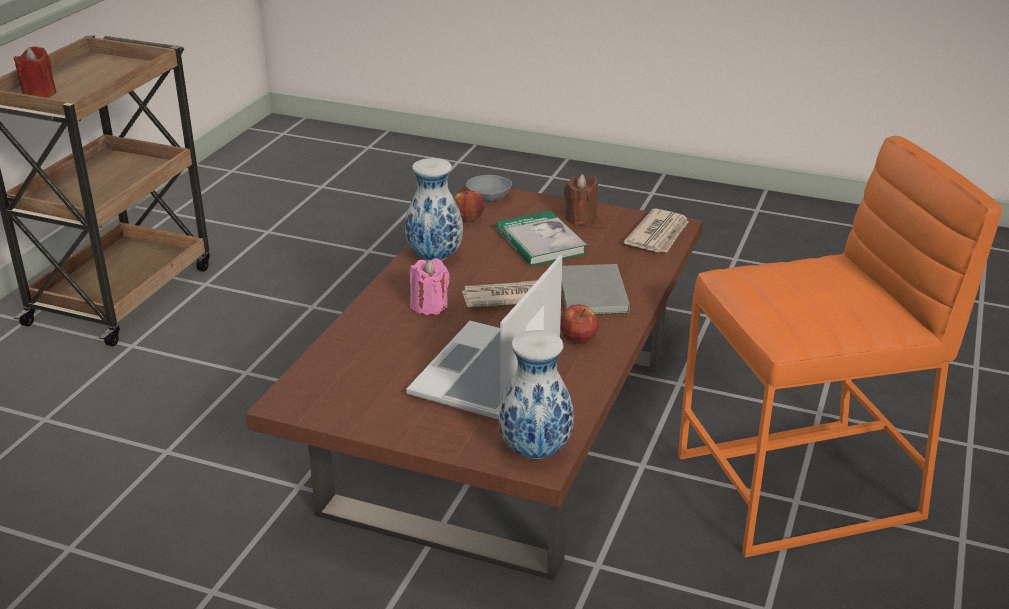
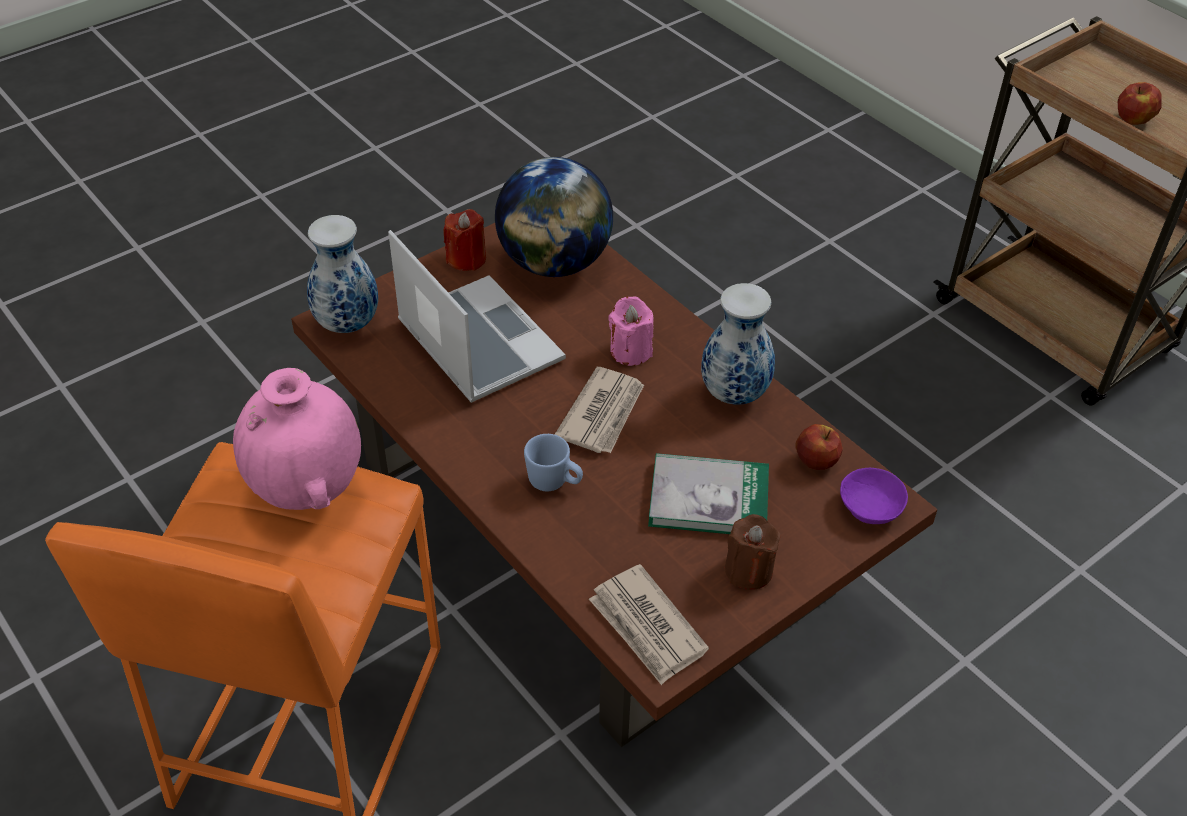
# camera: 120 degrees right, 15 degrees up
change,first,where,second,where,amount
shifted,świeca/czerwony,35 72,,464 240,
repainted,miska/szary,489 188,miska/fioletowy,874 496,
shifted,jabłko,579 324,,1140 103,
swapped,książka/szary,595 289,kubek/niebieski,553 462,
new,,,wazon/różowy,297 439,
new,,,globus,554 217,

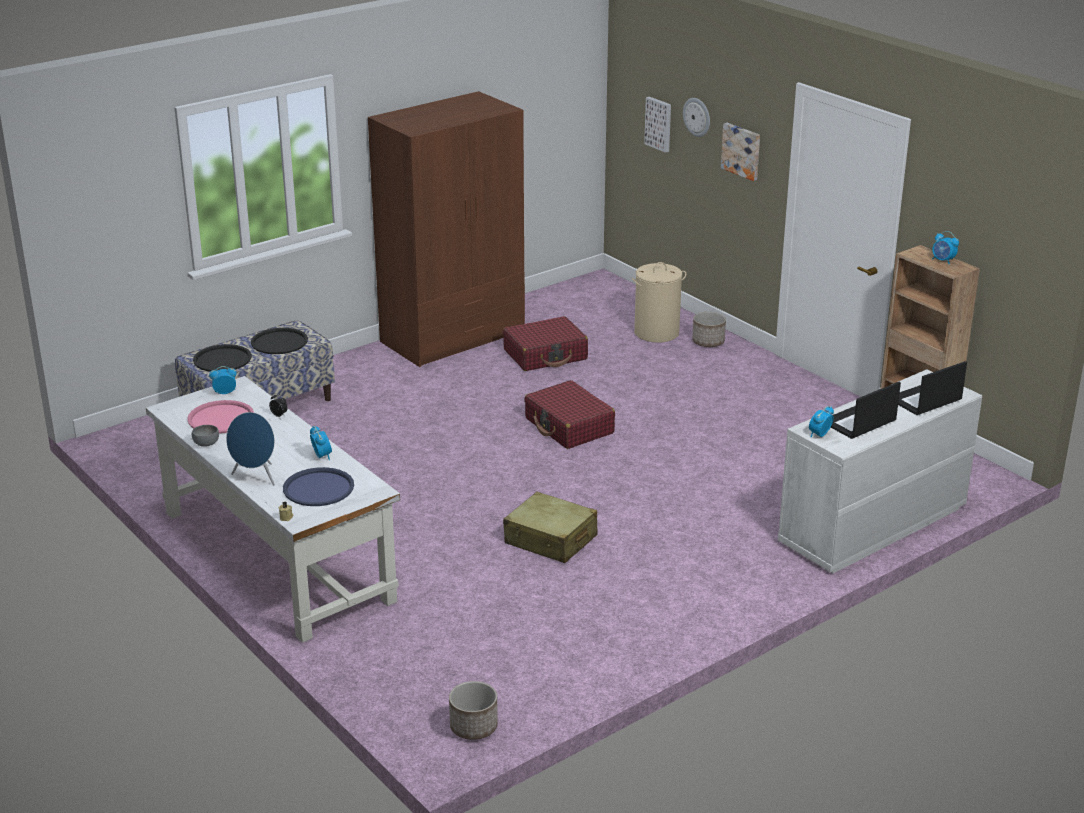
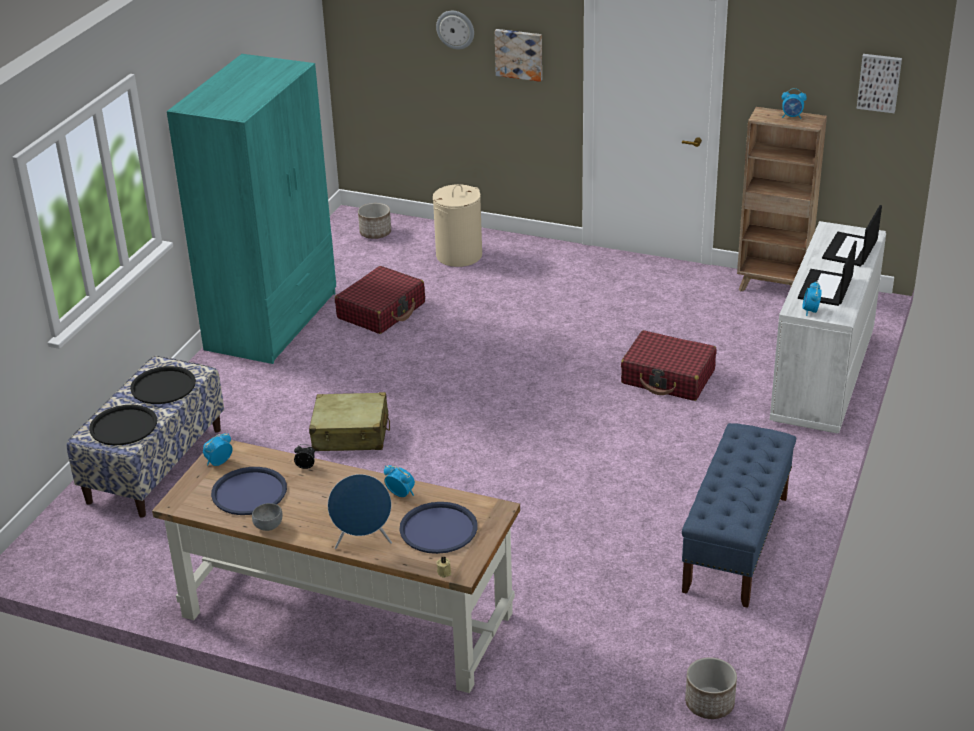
# camera: 30 degrees left, 5 degrees up
change,first,where,second,where,amount
repainted,biurko/biały,273 509,biurko/brązowy,336 566,
repainted,taca/różowy,220 417,taca/niebieski,249 491,
repainted,szafa/brązowy,446 229,szafa/turkusowy,251 209,
shifted,walizka/beżowy,550 527,,349 421,
shifted,walizka/czerwony,569 414,,668 365,
shifted,obraz,657 125,,879 83,
shifted,donica,709 329,,374 221,
new,,,ławka/niebieski,739 515,

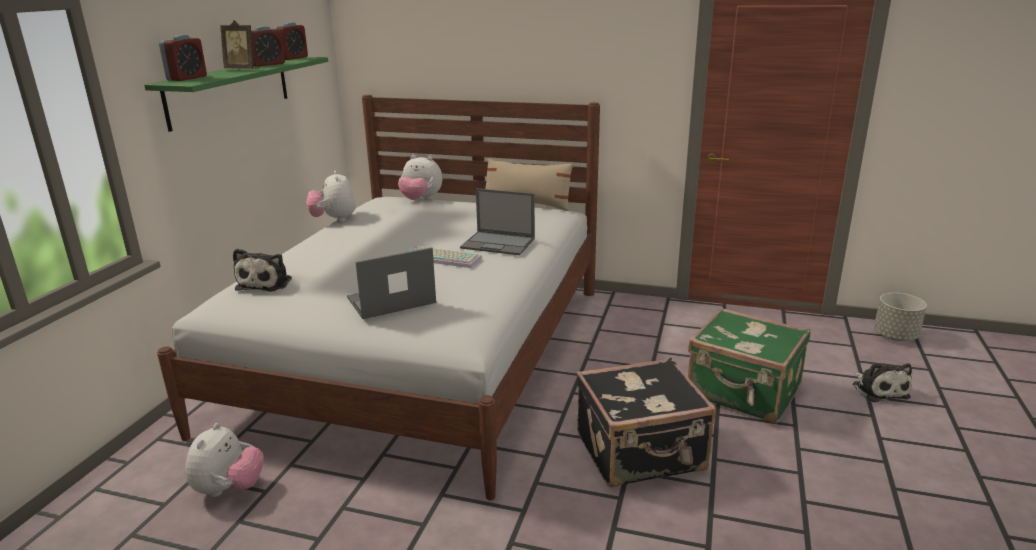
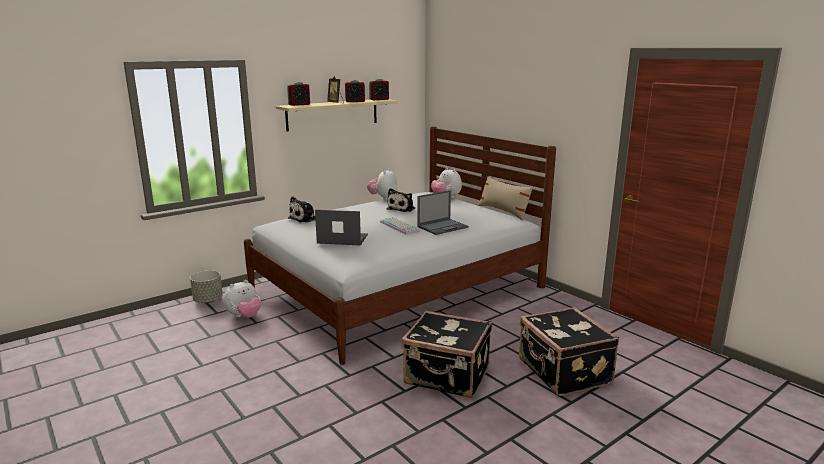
# camera: 35 degrees right, 5 degrees down
change,first,where,second,where,amount
repainted,półka/zielony,236 94,półka/beżowy,337 115,
rotated,laptop,497 221,,443 212,90 degrees counterclockwise
repainted,walizka/zielony,749 365,walizka/czarny,569 351,
shifted,pluszak,882 382,,401 200,
shifted,donica/szary,900 317,,206 286,

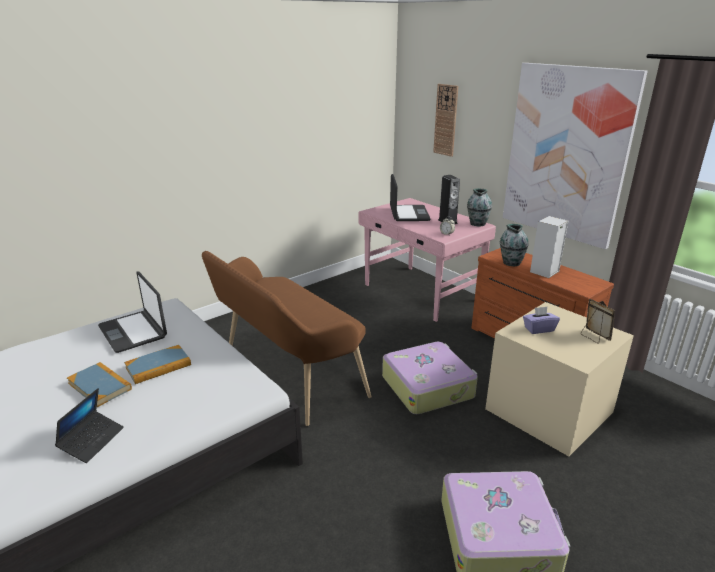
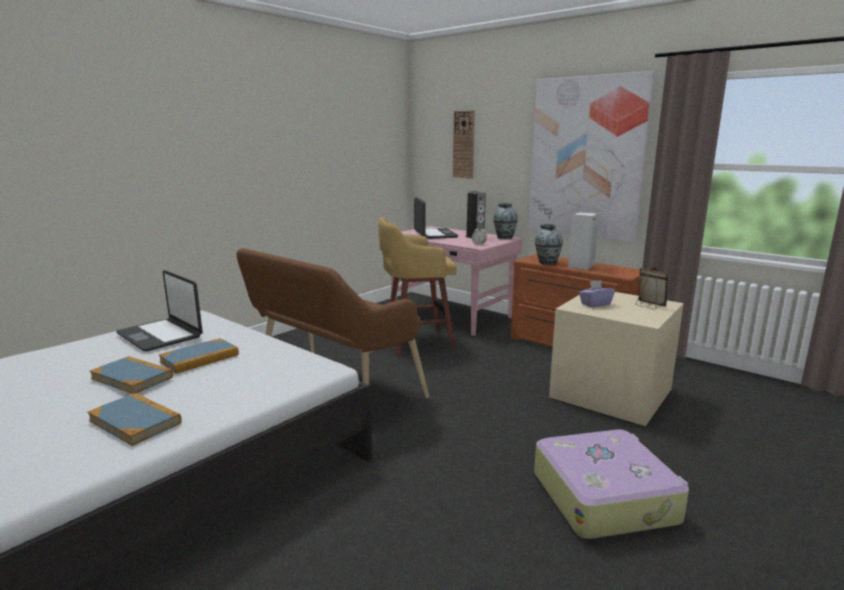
# camera: 10 degrees left, 10 degrees down
change,first,where,second,where,amount
swapped,laptop,89 425,książka,134 419,
gone,walizka,430 378,,,
new,,,stołek/żółty,417 286,

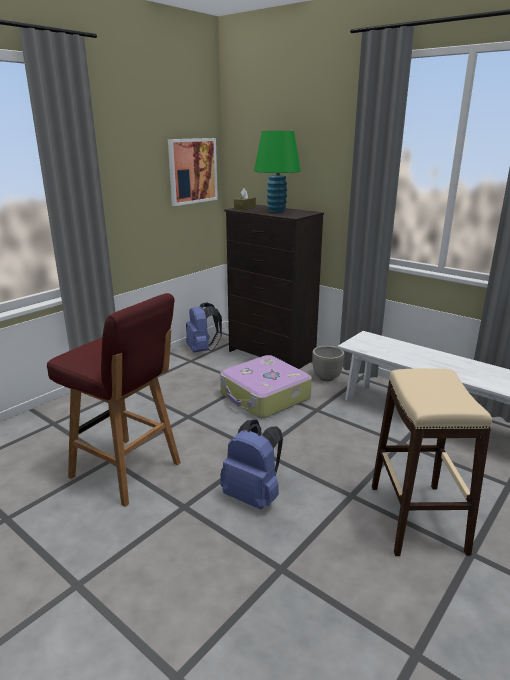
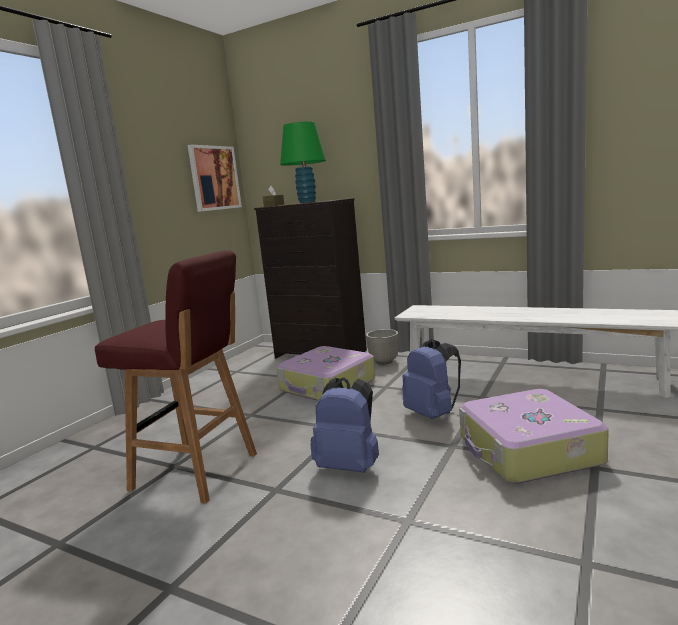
# camera: 10 degrees left, 10 degrees down
change,first,where,second,where,amount
shifted,plecak/niebieski,204 327,,431 379,
swapped,stołek/beżowy,432 462,walizka,534 436,

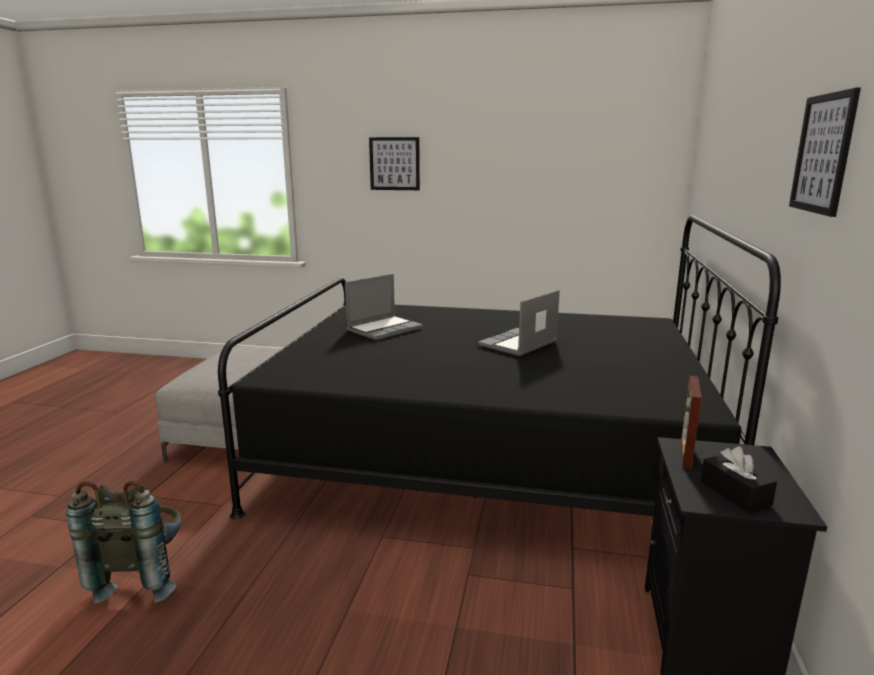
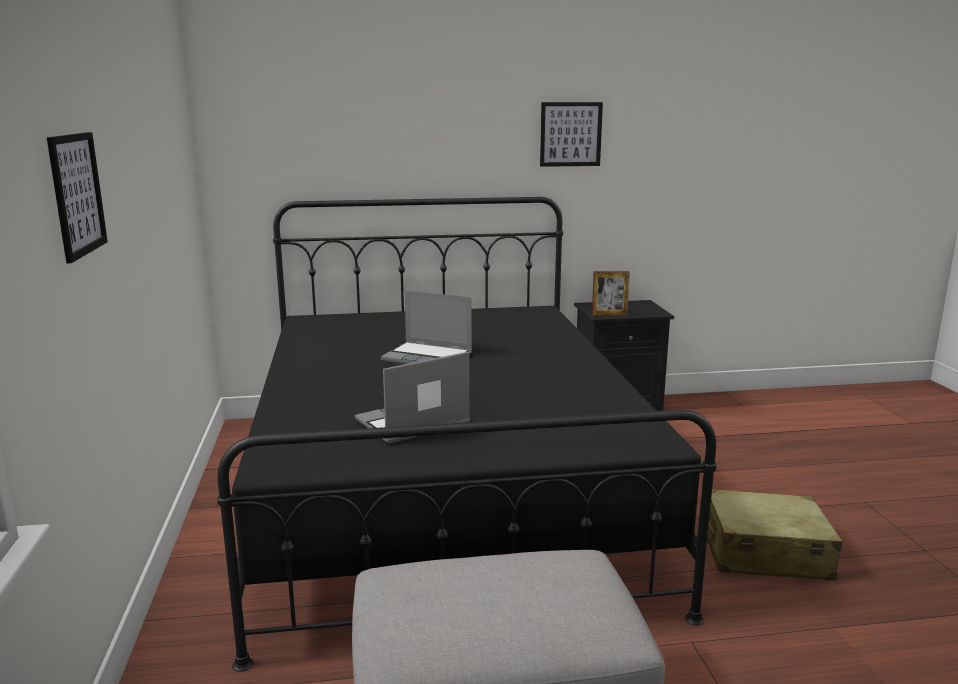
# camera: 110 degrees left, 0 degrees up
change,first,where,second,where,amount
gone,plecak/szary,123 542,,,
rotated,laptop,384 307,,412 398,60 degrees counterclockwise
gone,pudełko chusteczek/czarny,738 479,,,
new,,,walizka/beżowy,774 535,

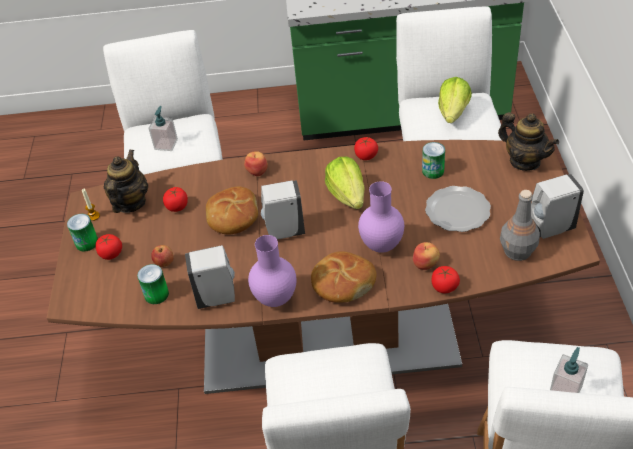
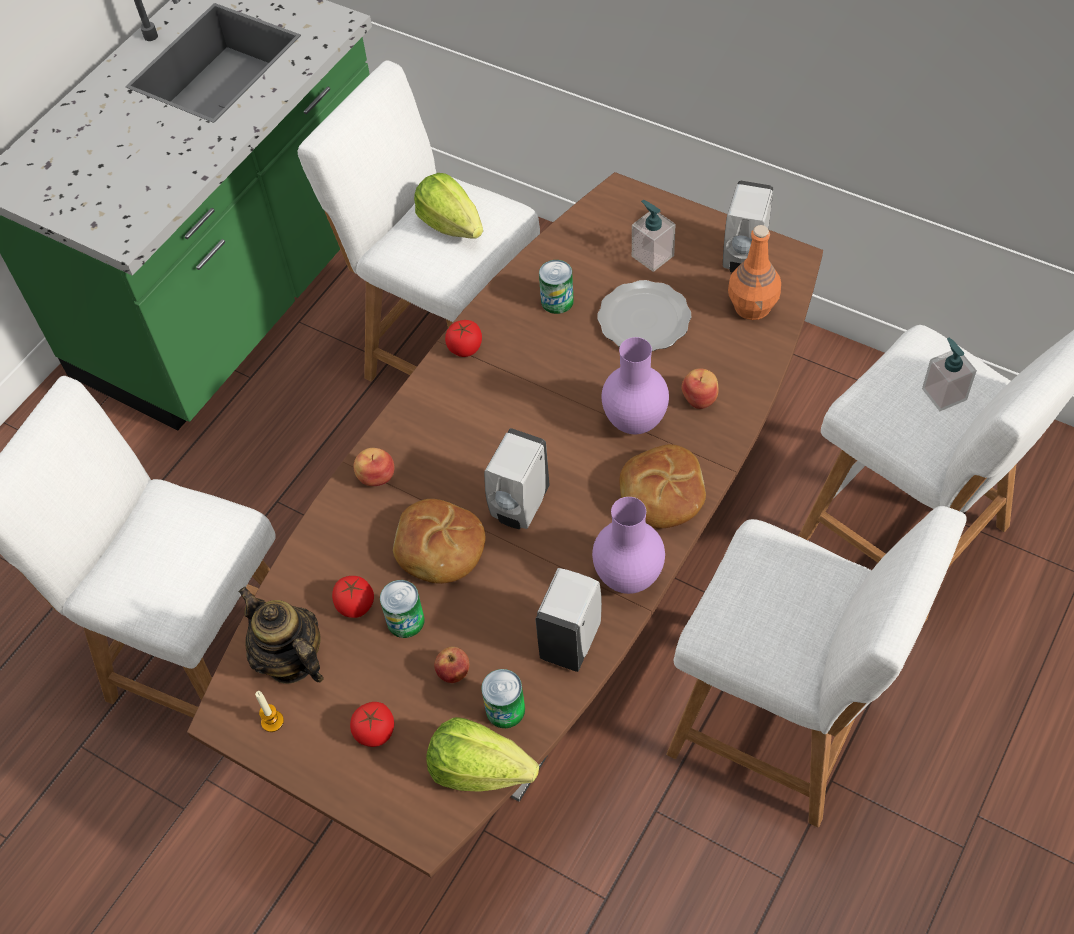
# camera: 55 degrees left, 10 degrees up
change,first,where,second,where,amount
shifted,puszka,82 233,,402 609,
shifted,dozownik mydła,163 128,,654 236,
shifted,sałata,344 182,,482 754,
gone,pomidor,445 279,,,
gone,imbryk,528 141,,,
repainted,butelka/szary,520 225,butelka/pomarańczowy,754 272,

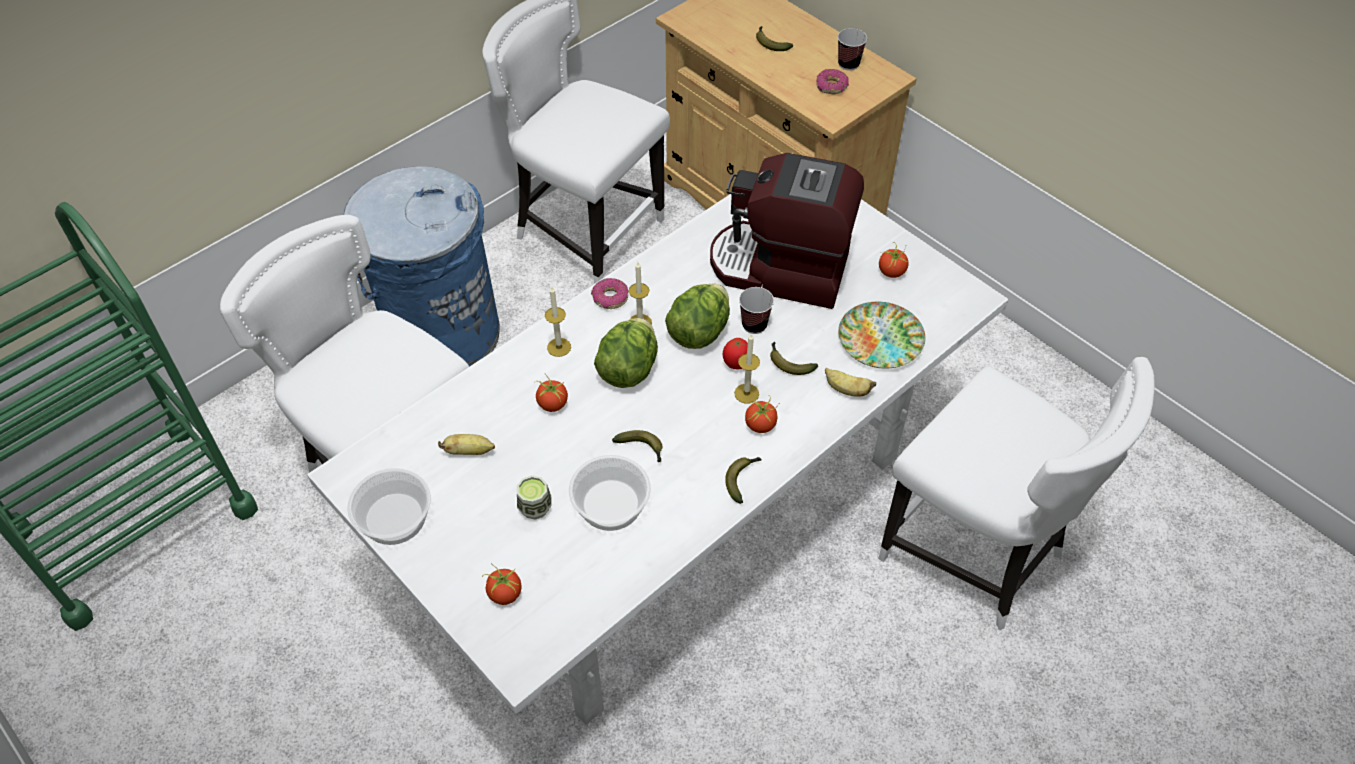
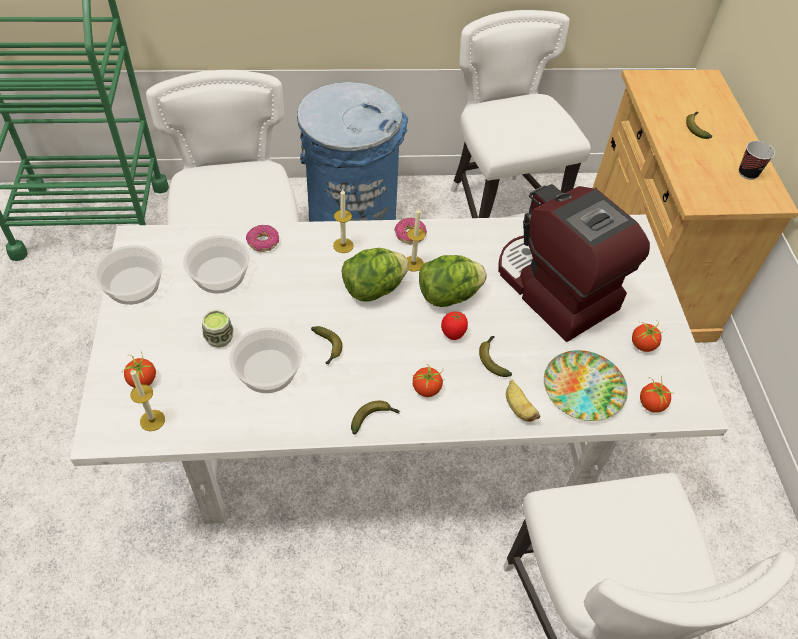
# camera: 35 degrees right, 0 degrees up
change,first,where,second,where,amount
swapped,banan,466 444,miska,216 265,
shifted,pomidor,551 393,,655 394,
shifted,świeca,747 369,,147 400,
gone,filiżanka,756 310,,,
shifted,donut,832 81,,262 238,

